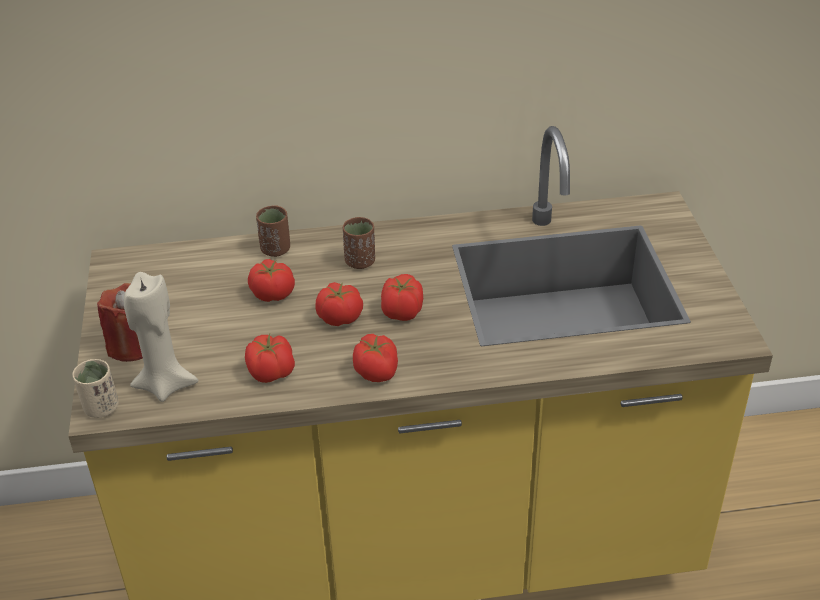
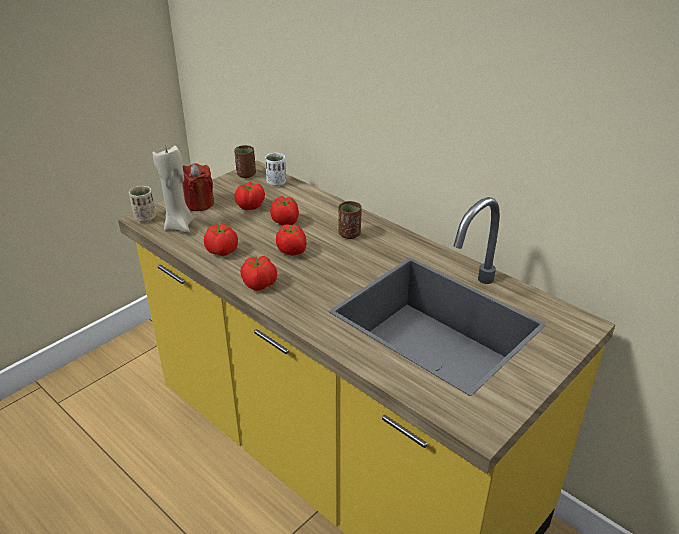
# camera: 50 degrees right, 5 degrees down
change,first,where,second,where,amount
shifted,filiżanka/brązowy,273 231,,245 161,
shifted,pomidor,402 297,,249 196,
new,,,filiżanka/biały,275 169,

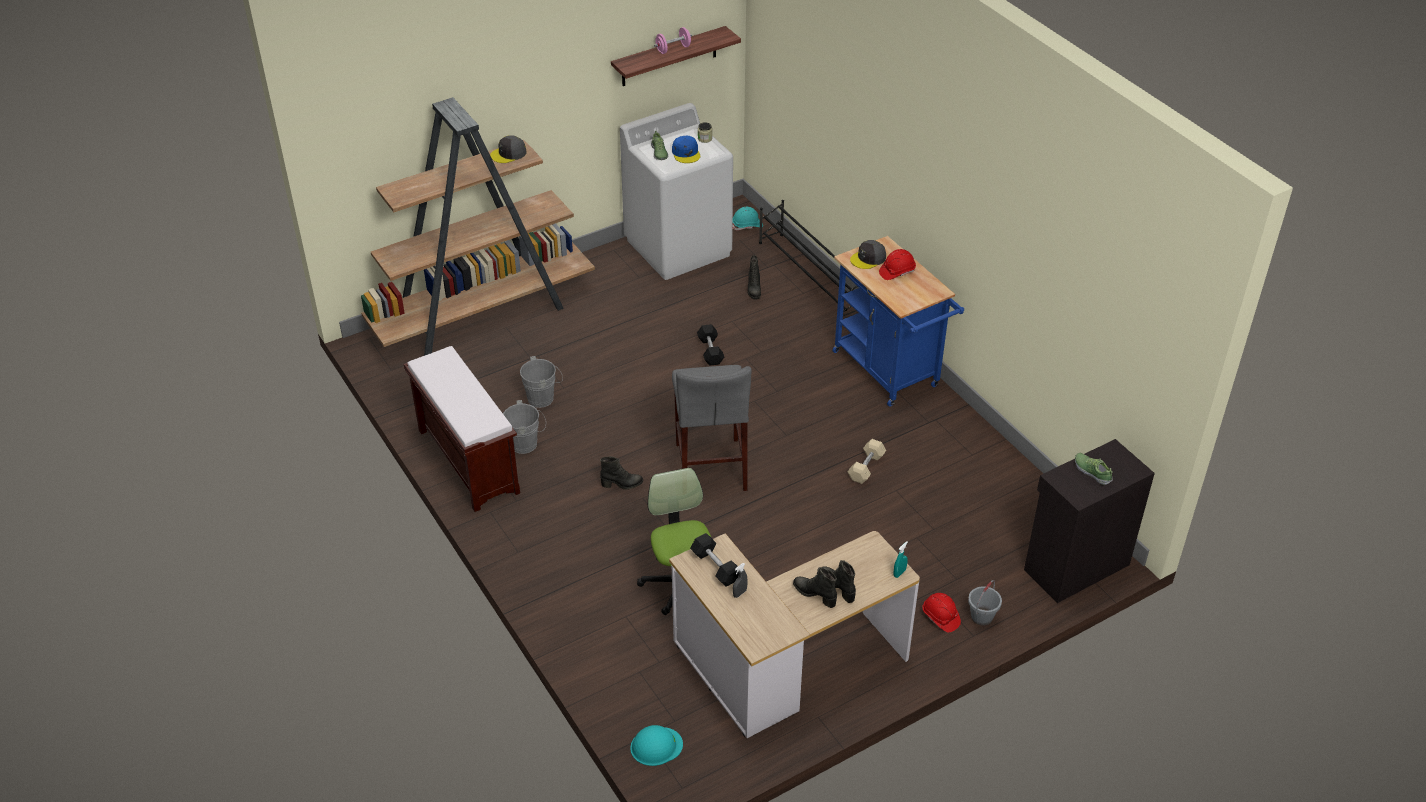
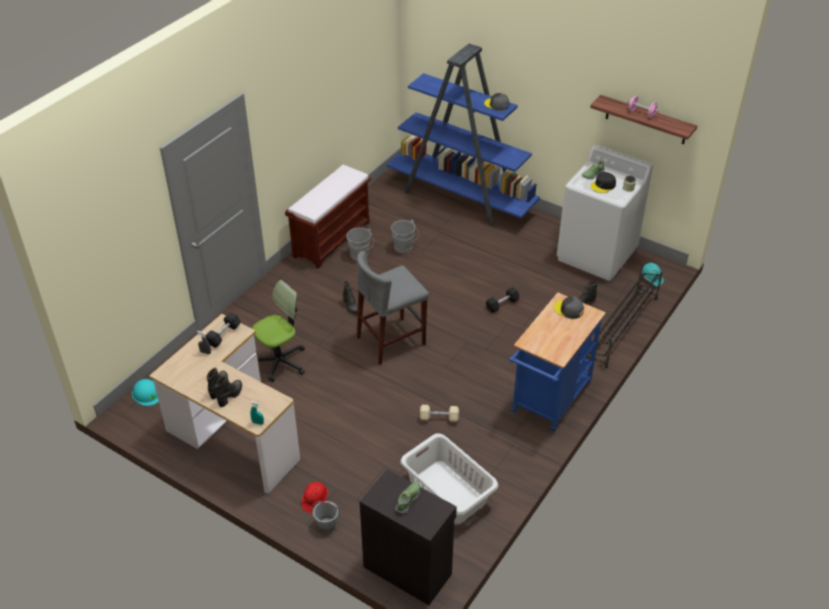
# camera: 65 degrees right, 0 degrees up
change,first,where,second,where,amount
repainted,regał/brązowy,478 226,regał/niebieski,463 135,
repainted,czapka z daszkiem/niebieski,686 149,czapka z daszkiem/czarny,603 182,
gone,kask/czerwony,897 264,,,
new,,,kosz na pranie/biały,449 478,

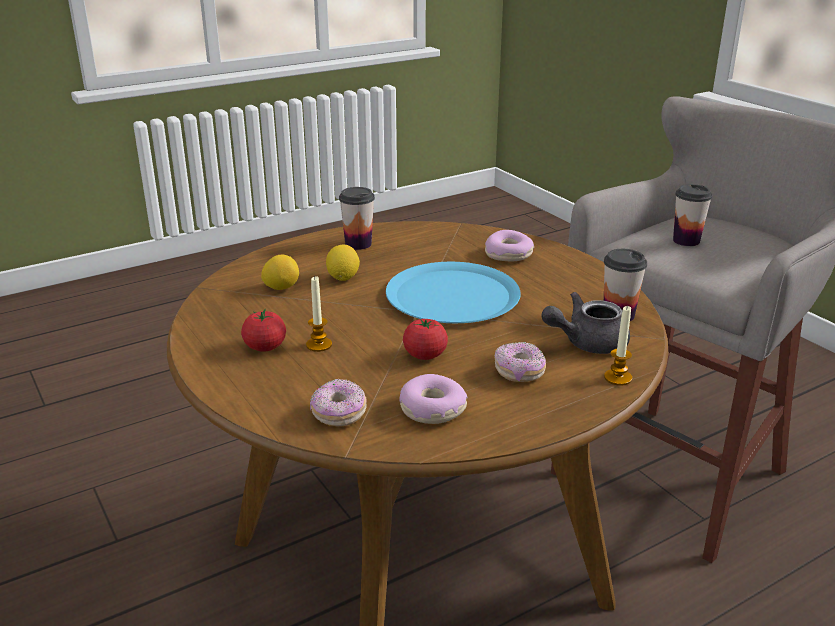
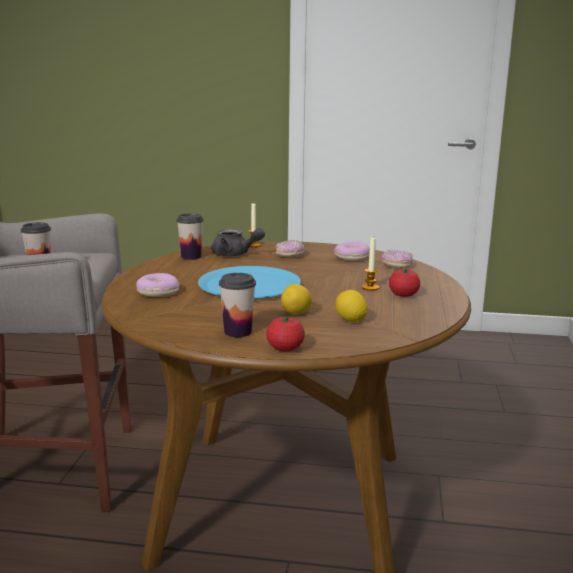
# camera: 140 degrees left, 10 degrees down
change,first,where,second,where,amount
shifted,pomidor,425 339,,285 333,

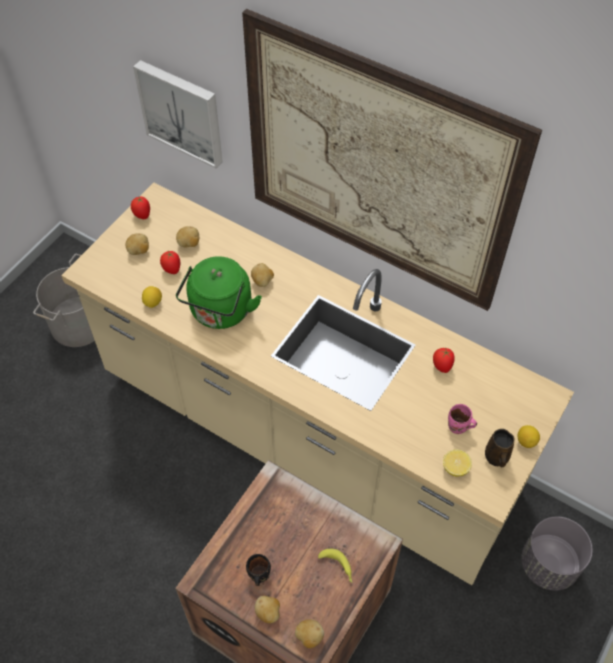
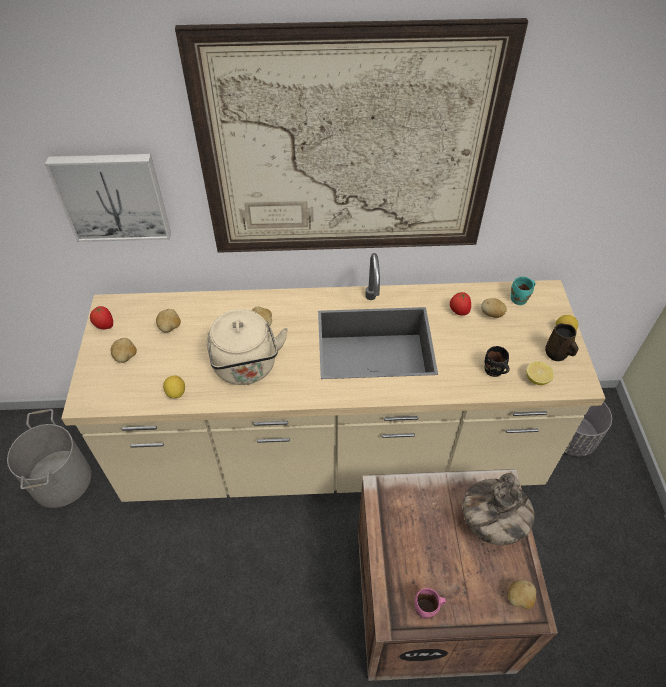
# camera: 35 degrees left, 5 degrees down
change,first,where,second,where,amount
gone,pomidor,170 262,,,
repainted,czajnik/zielony,219 292,czajnik/beżowy,247 347,
shifted,kubek/czarny,258 570,,497 361,
shifted,ziemniak,267 609,,494 308,
swapped,banan,335 566,wazon,499 509,
shifted,kubek/różowy,462 419,,430 603,
new,,,kubek/turkusowy,523 291,

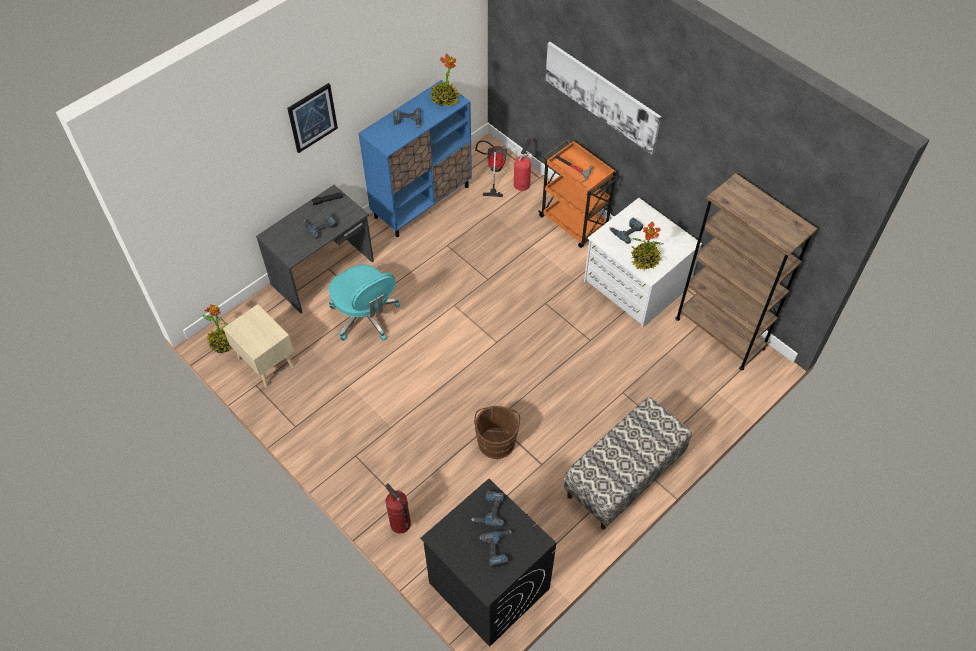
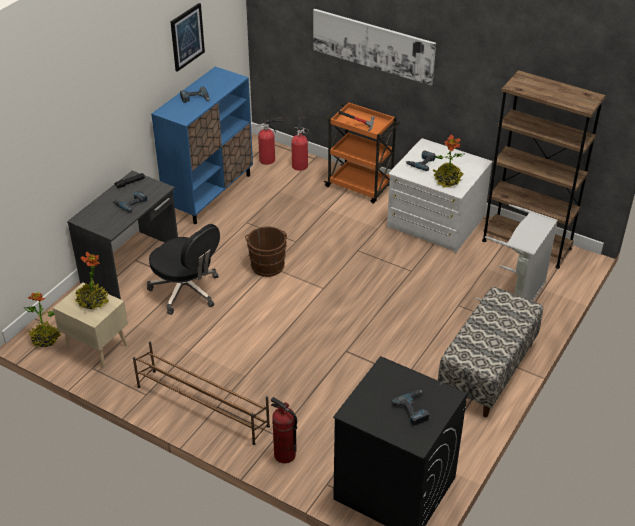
# camera: 15 degrees left, 15 degrees down
change,first,where,second,where,amount
shifted,obraz,312 118,,188 37,
repainted,krzesło biurowe/turkusowy,364 303,krzesło biurowe/czarny,183 269,
shifted,roślina doniczkowa,445 80,,92 280,
gone,wiertarka,488 509,,,
shifted,wiadro/brązowy,497 432,,266 251,
swapped,odkurzacz,491 169,gaśnica,269 141,
new,,,regał na buty/brązowy,201 393,
new,,,kosz na pranie/szary,517 252,

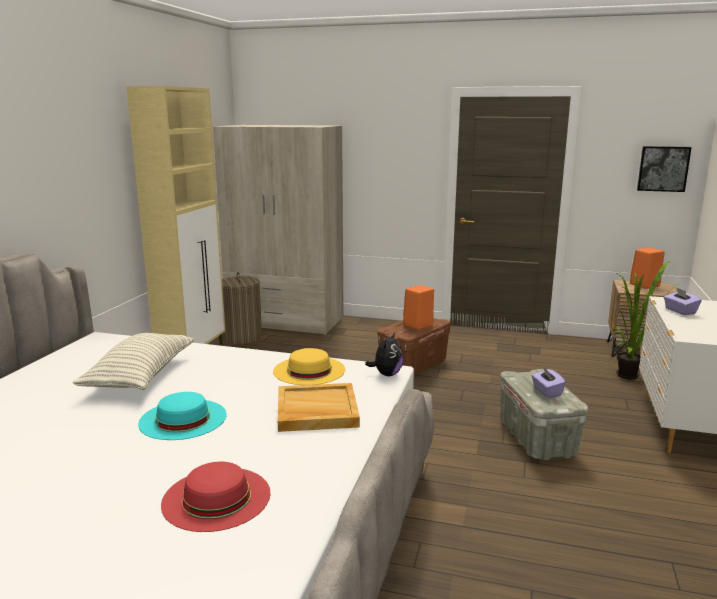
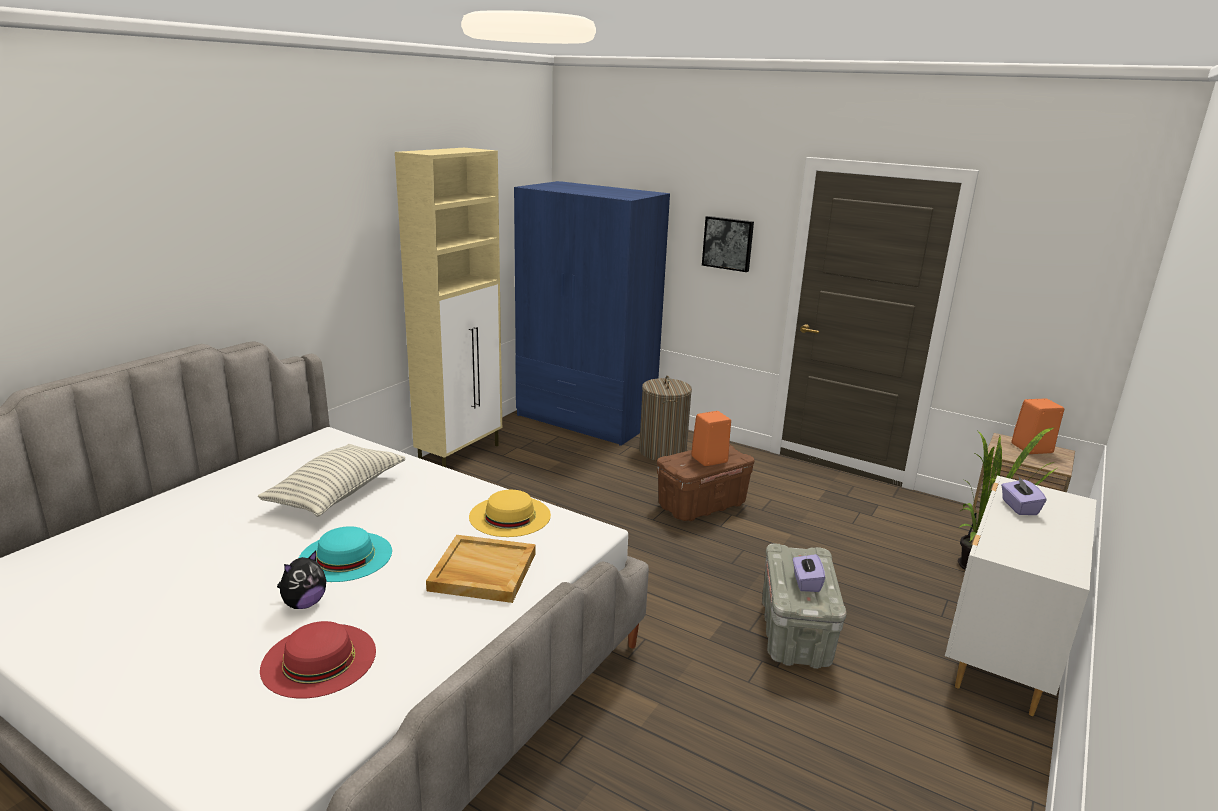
# camera: 15 degrees right, 5 degrees up
change,first,where,second,where,amount
repainted,szafa/beżowy,278 230,szafa/niebieski,592 313,
shifted,kosz na pranie,242 308,,665 418,
shifted,pluszak,384 354,,302 579,
shifted,obraz,664 169,,728 244,

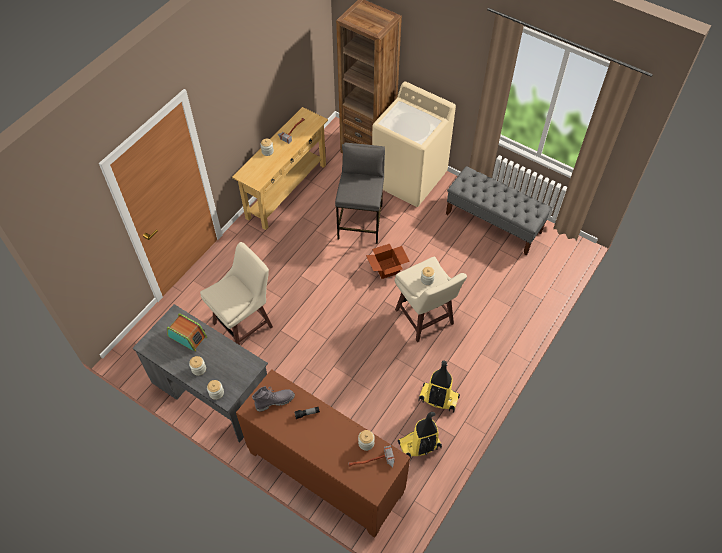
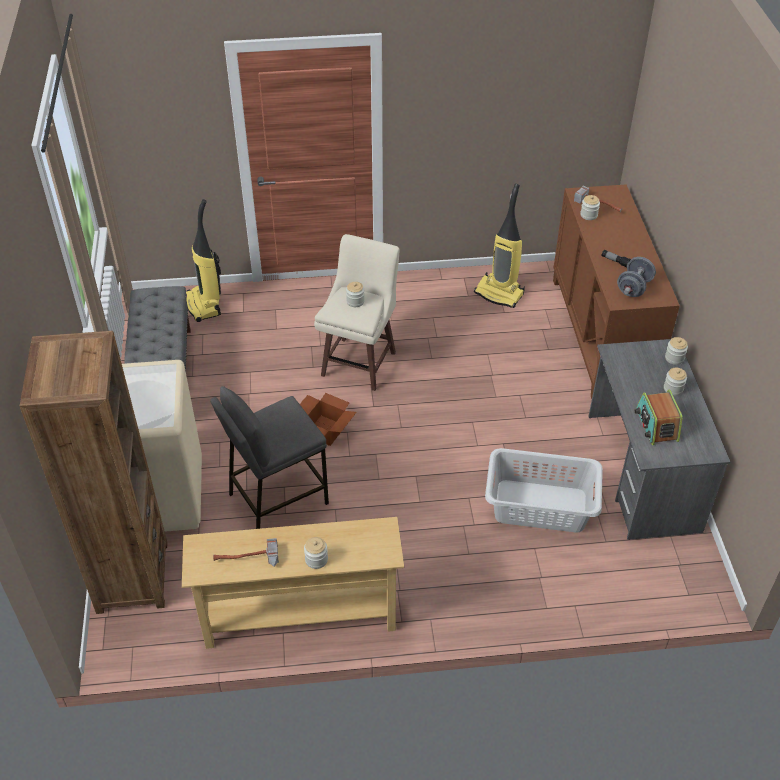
# camera: 130 degrees left, 10 degrees down
change,first,where,second,where,amount
swapped,stołek/beżowy,236 293,kosz na pranie/szary,544 490,
swapped,but z cholewką/szary,273 399,hantel/szary,636 277,
shifted,odkurzacz,439 386,,203 260,

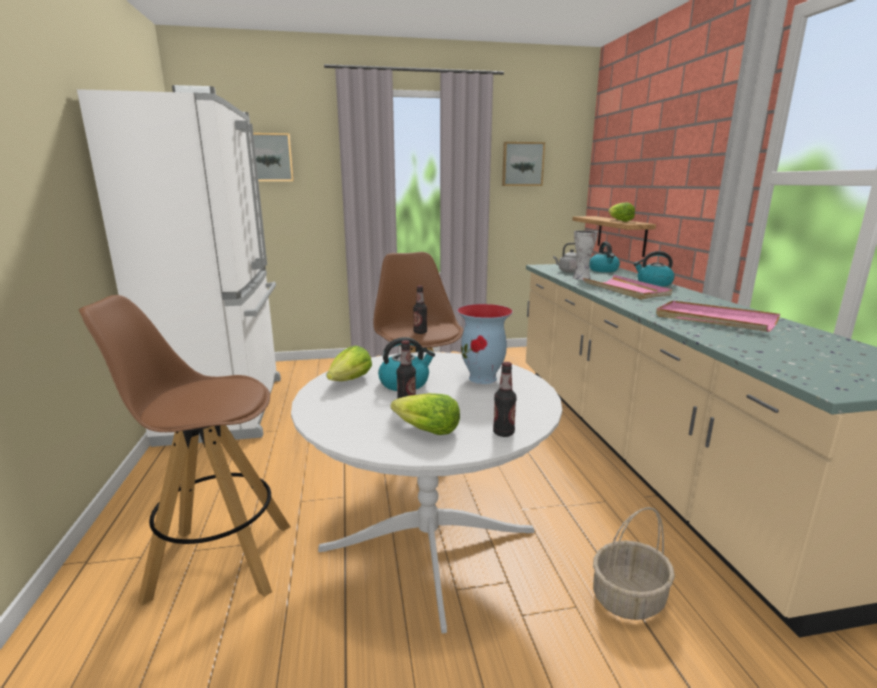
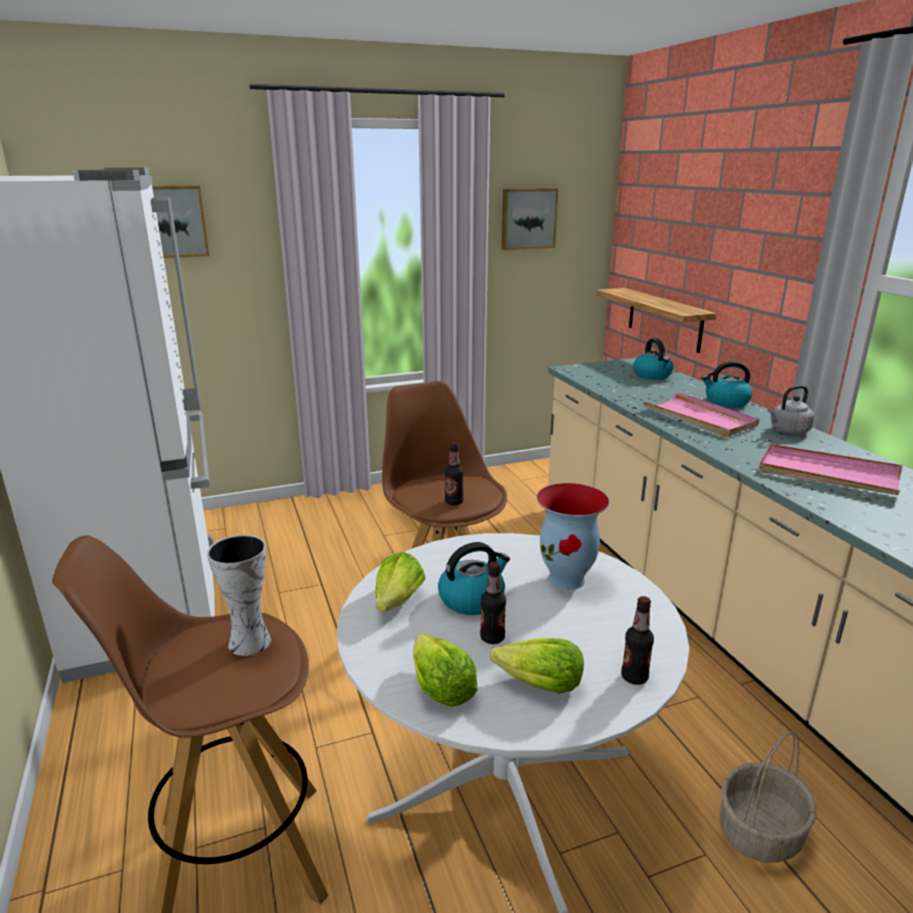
# camera: 10 degrees left, 5 degrees up
change,first,where,second,where,amount
shifted,czajnik/szary,565 258,,791 409,
shifted,wazon,585 255,,239 595,
shifted,sałata,621 212,,445 670,

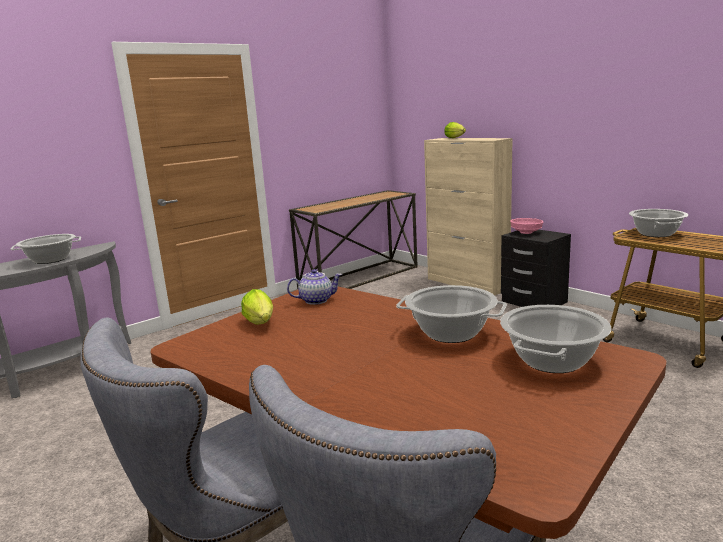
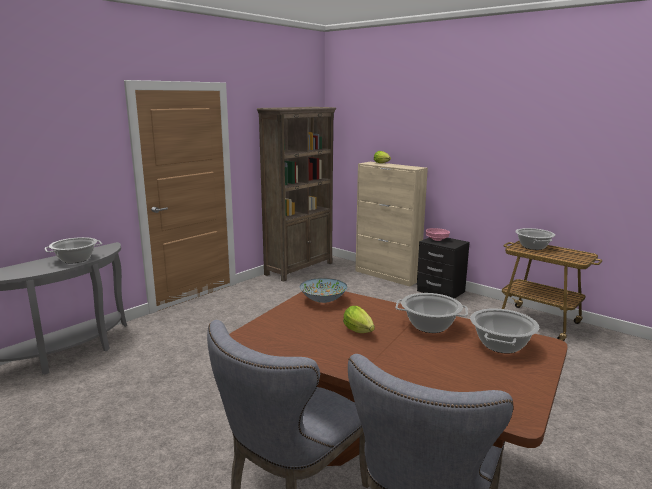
# camera: 10 degrees left, 0 degrees up
change,first,where,second,where,amount
shifted,sałata,257 307,,359 319,
swapped,imbryk,314 287,miska,323 290,
swapped,stolik konsolowy,353 239,regał/brązowy,296 194,

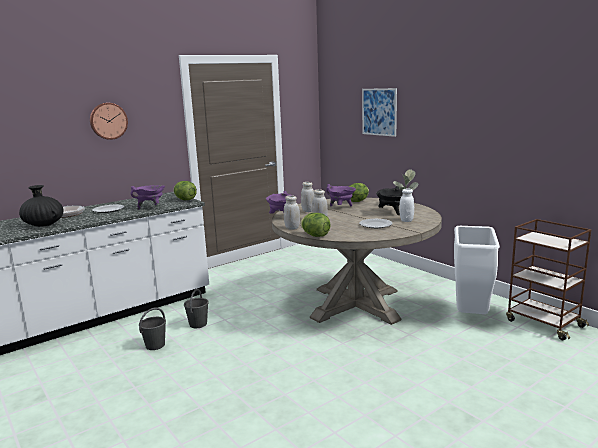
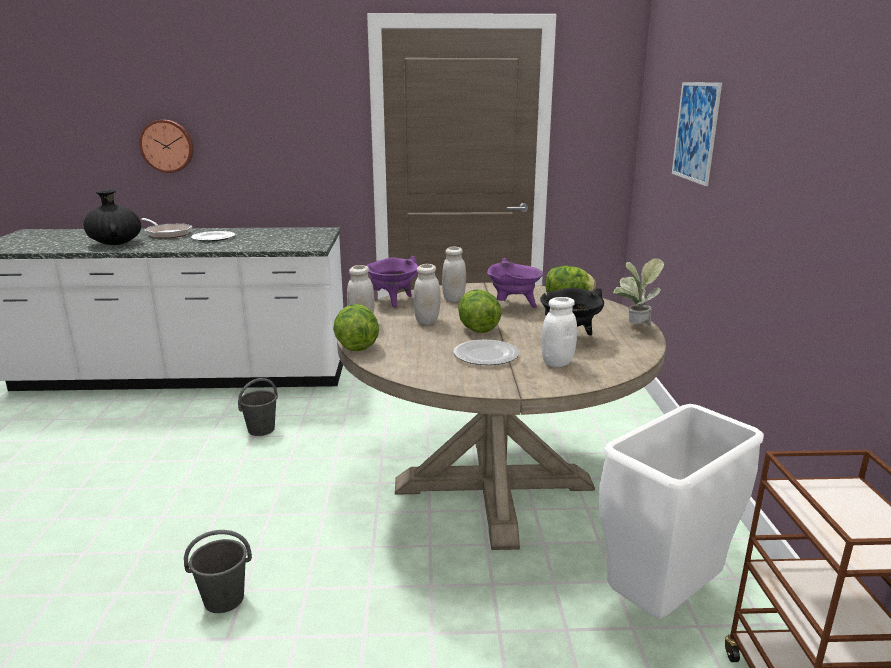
# camera: 35 degrees right, 5 degrees up
change,first,where,second,where,amount
shifted,zegar ścienny,109 121,,166 146,
gone,garnek/fioletowy,148 197,,,
shifted,wiadro/szary,152 329,,218 571,
shifted,sałata,185 190,,480 311,

